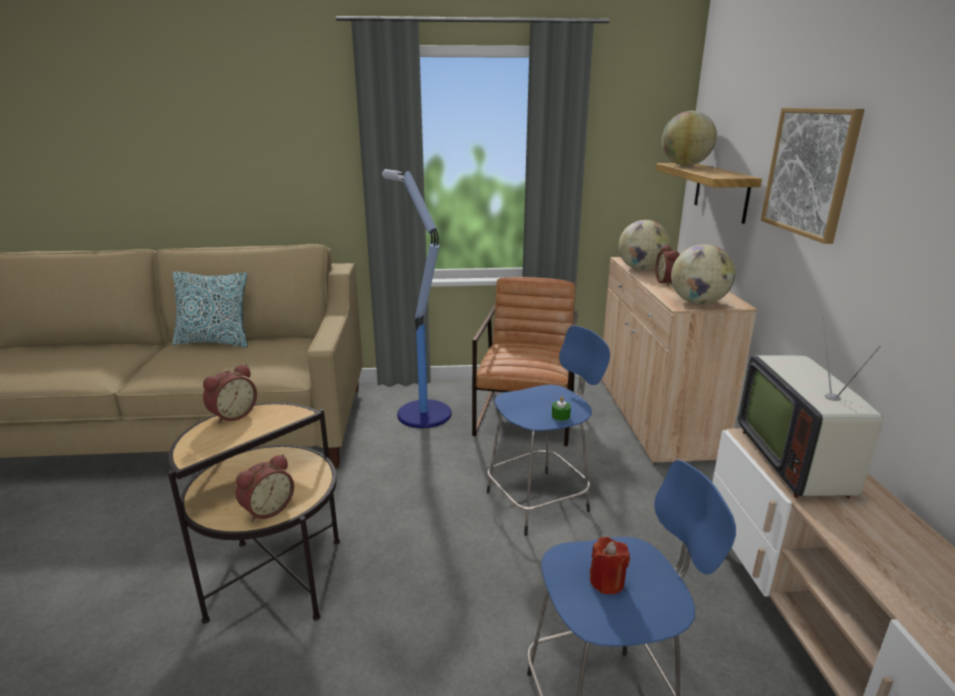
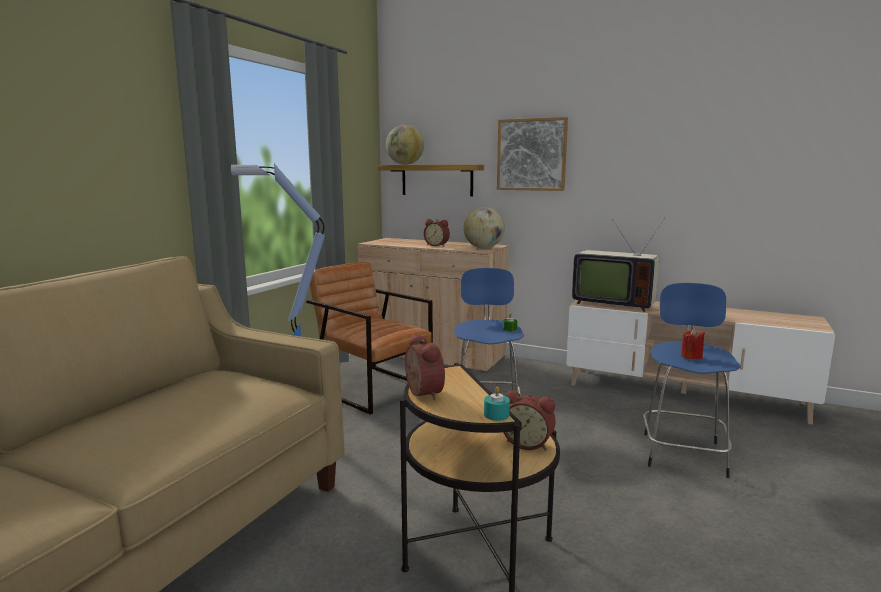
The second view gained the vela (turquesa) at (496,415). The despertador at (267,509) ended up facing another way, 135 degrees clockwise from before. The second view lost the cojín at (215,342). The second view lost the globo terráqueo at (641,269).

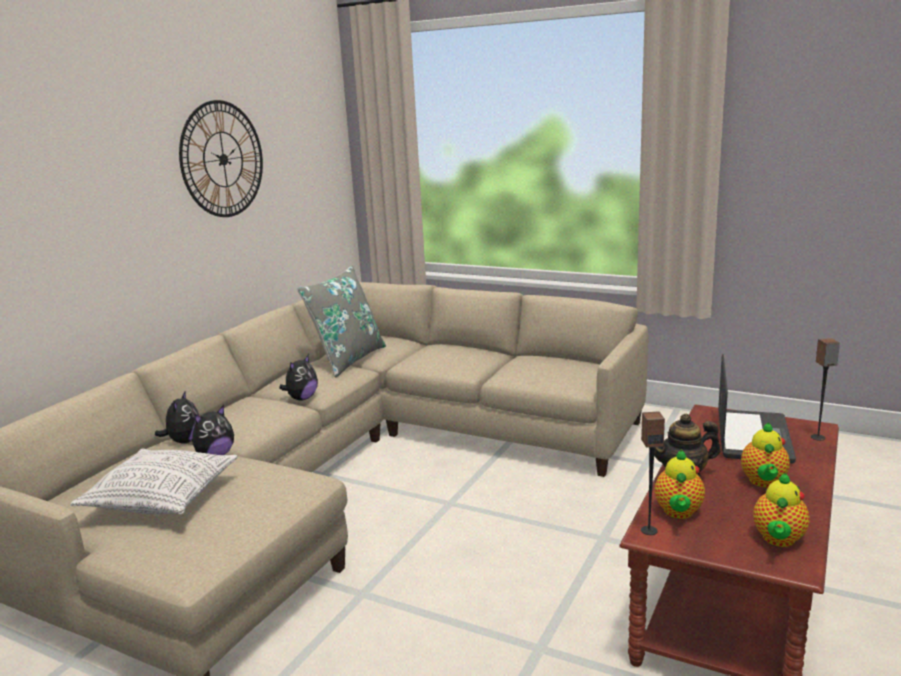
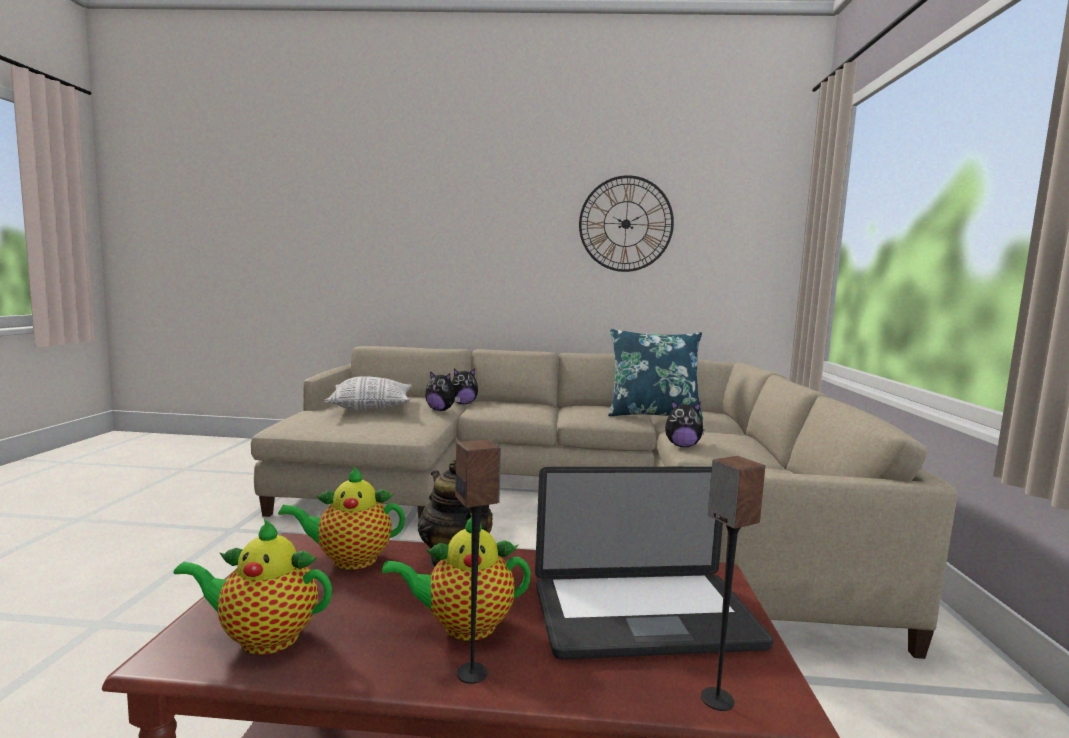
The altavoz ended up elsewhere, having gone from (649,530) to (472,673). What was the cojín (gris) at (348,360) turned into the cojín (azul) at (652,415). The peluche ended up elsewhere, having gone from (302,398) to (682,446).

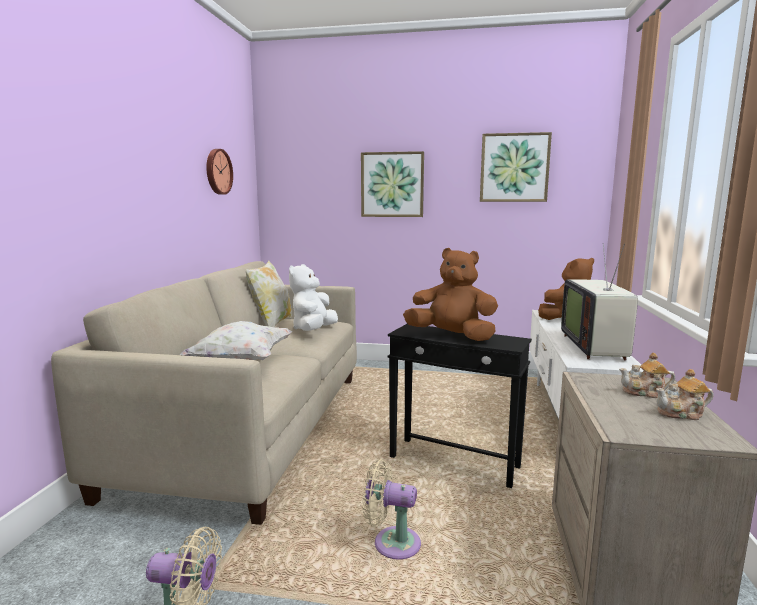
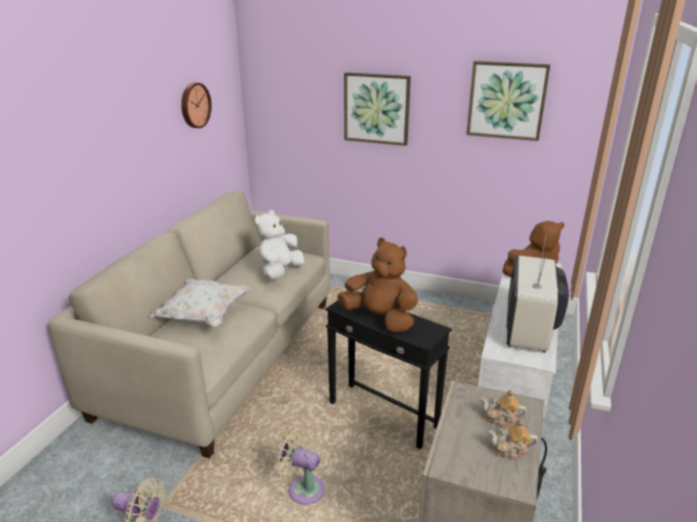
The second view lost the cojín at (271,324).

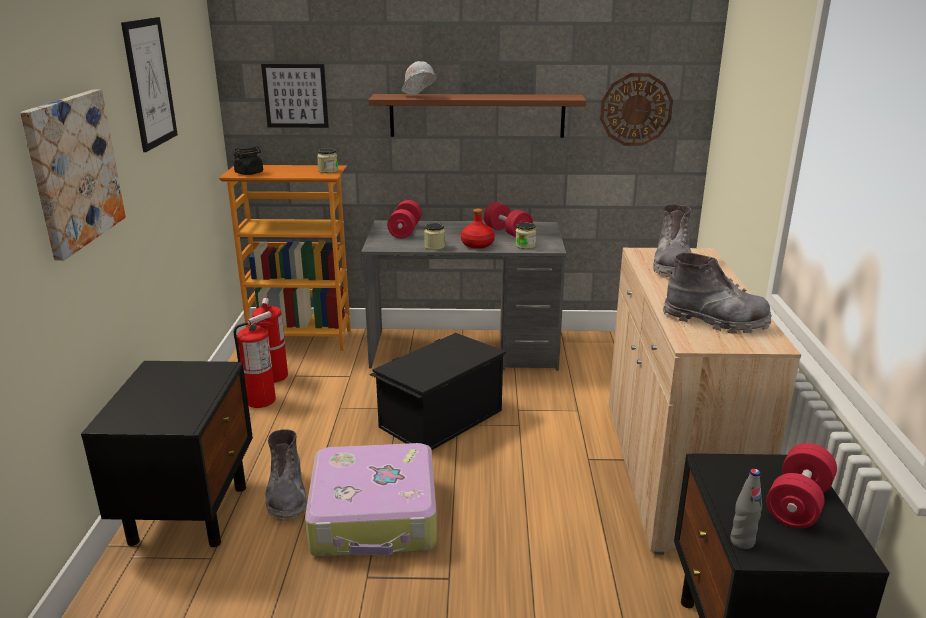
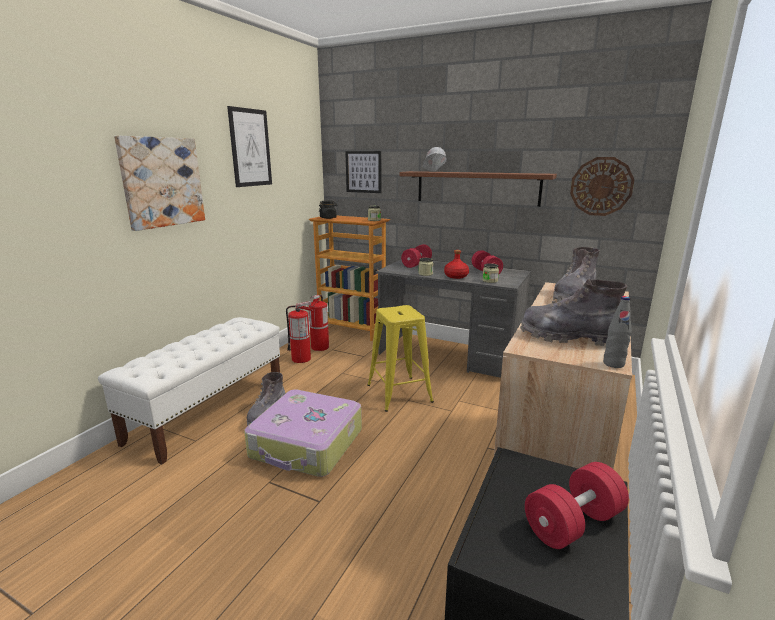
Where the mesita de noche (negro) stood at (190,512), the banco (blanco) came to stand at (209,411). Where the caja de almacenaje (negro) stood at (439,418), the taburete (amarillo) came to stand at (399,393). The bota (gris) at (715,321) ended up facing another way, 150 degrees clockwise from before. The botella (gris) ended up elsewhere, having gone from (742,541) to (613,364).

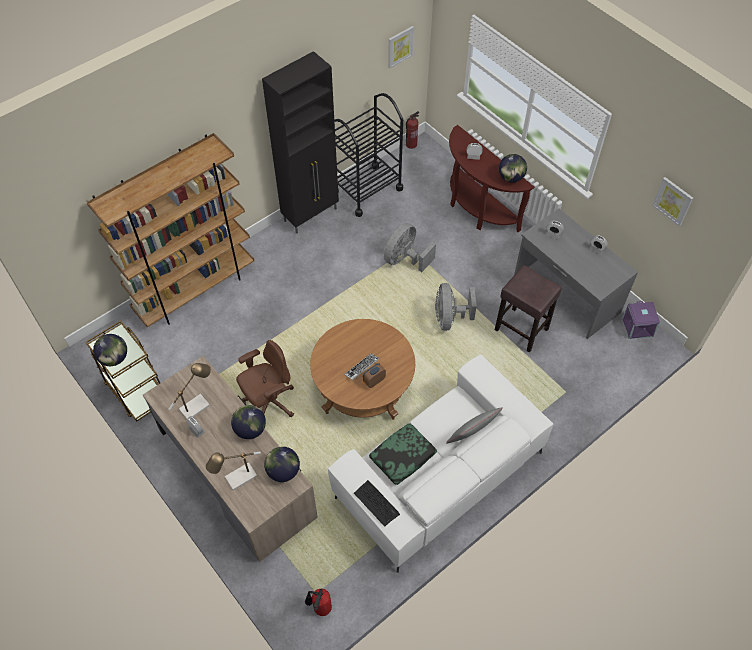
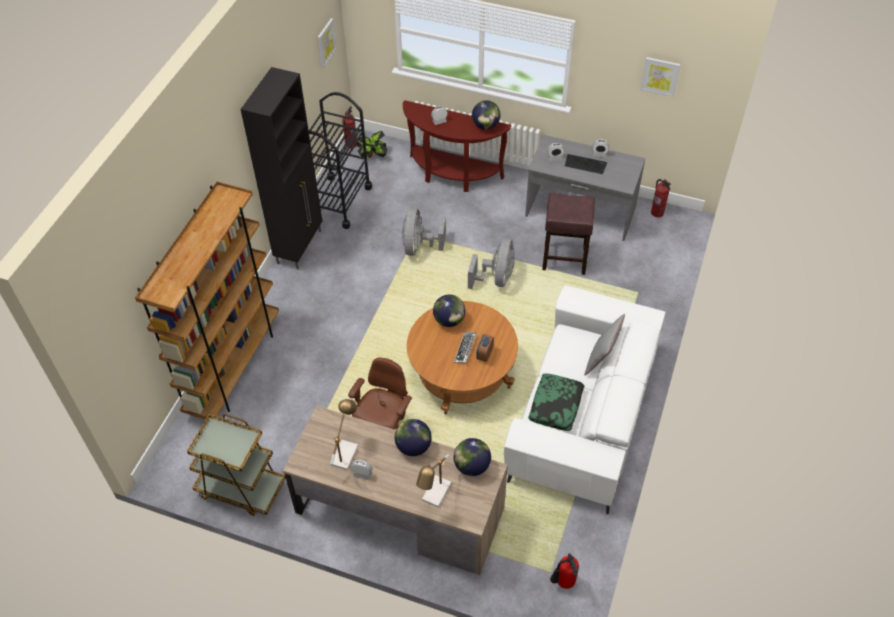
The second view gained the planta en maceta at (373,157). The globo terráqueo ended up elsewhere, having gone from (114,358) to (449,320). The ventilador (gris) at (449,318) ended up facing another way, 135 degrees counterclockwise from before. The teclado ended up elsewhere, having gone from (376,503) to (585,164). Where the caja de almacenaje (morado) stood at (638,327), the extintor came to stand at (657,212).

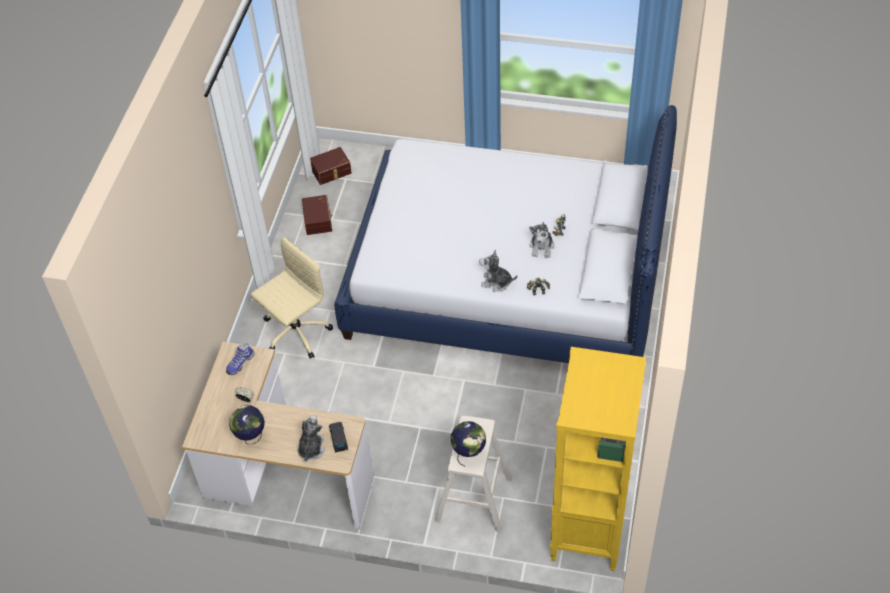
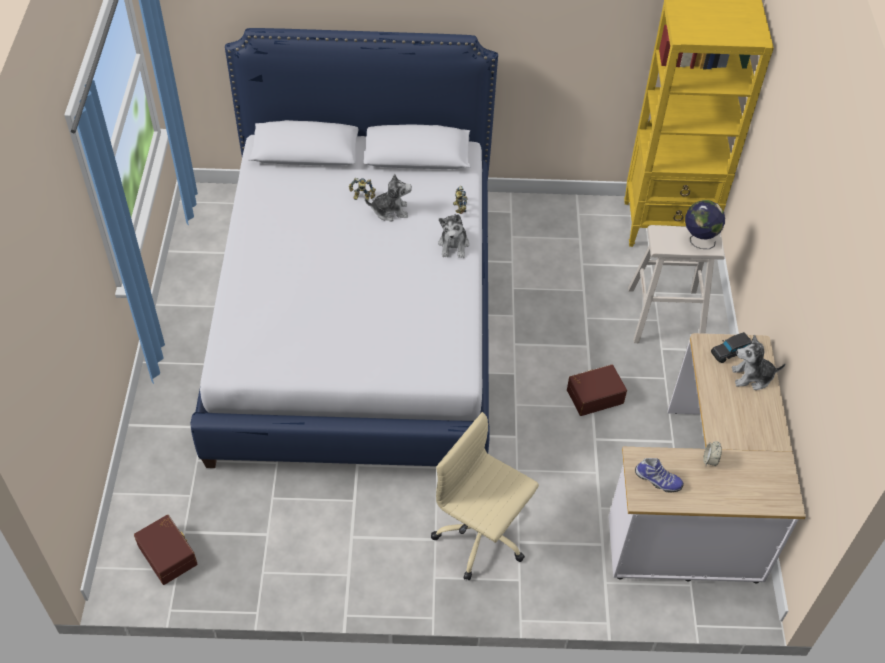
The caja de almacenaje (marrón) ended up elsewhere, having gone from (318,220) to (594,395). The second view lost the globo terráqueo at (251,437).

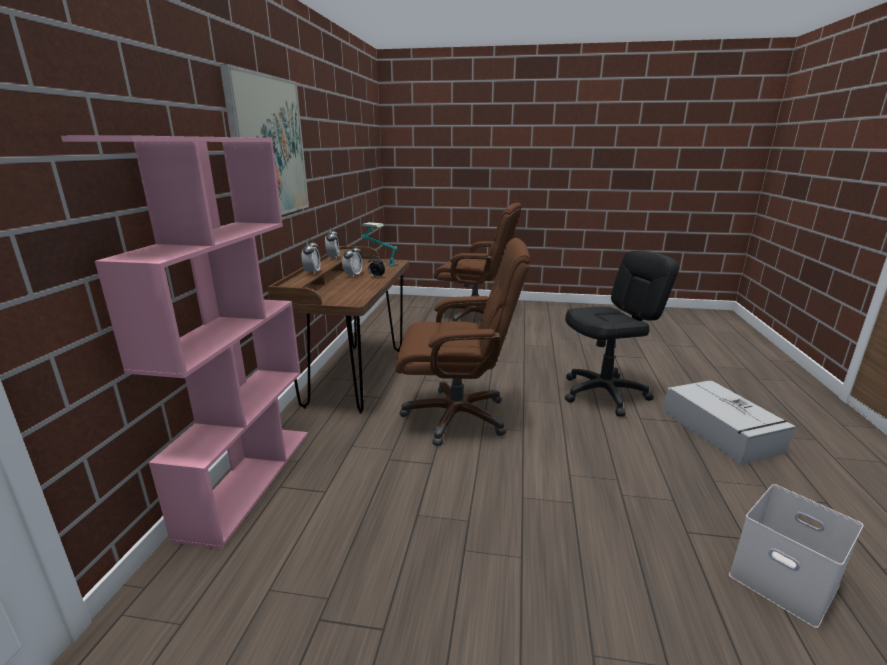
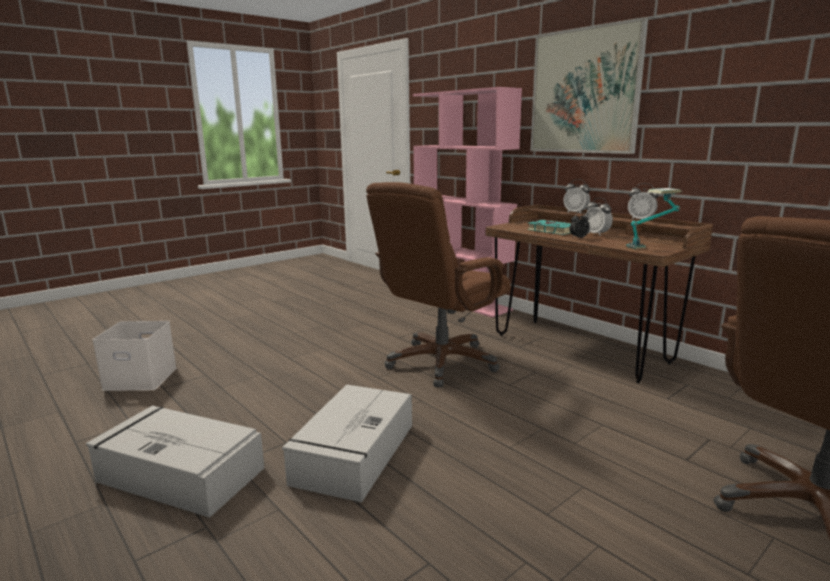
Where the silla de oficina (negro) stood at (604,394), the caja de almacenaje (gris) came to stand at (353,454). The second view gained the libro (turquesa) at (551,230).

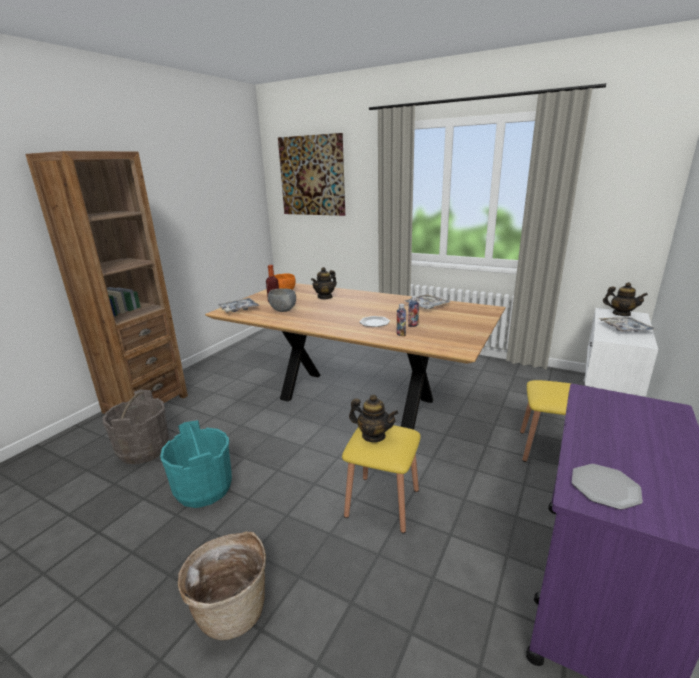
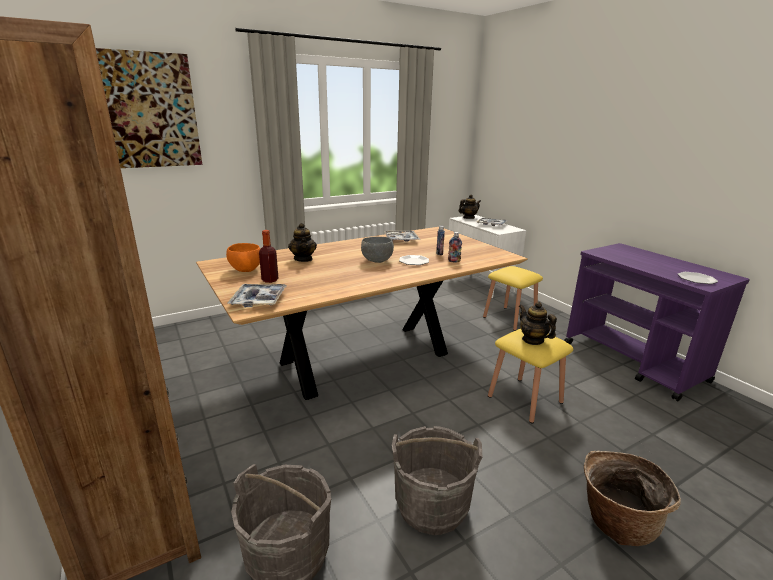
The cuenco (gris) ended up elsewhere, having gone from (283,310) to (377,261). What was the cubo (turquesa) at (203,488) turned into the cubo (gris) at (431,506). The tetera at (373,436) ended up facing another way, 90 degrees counterclockwise from before.

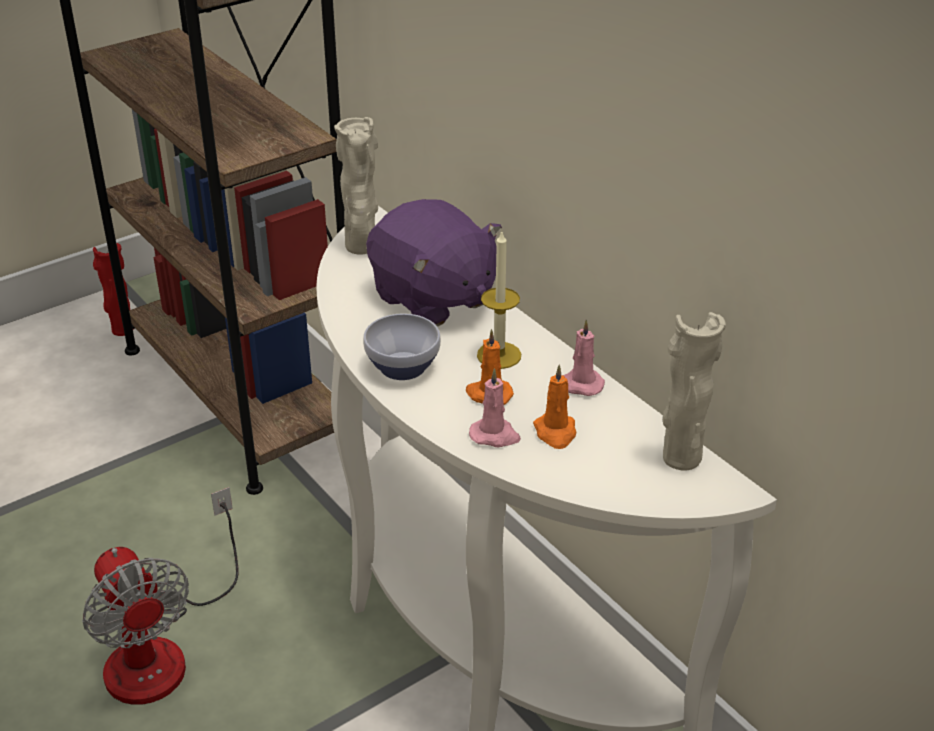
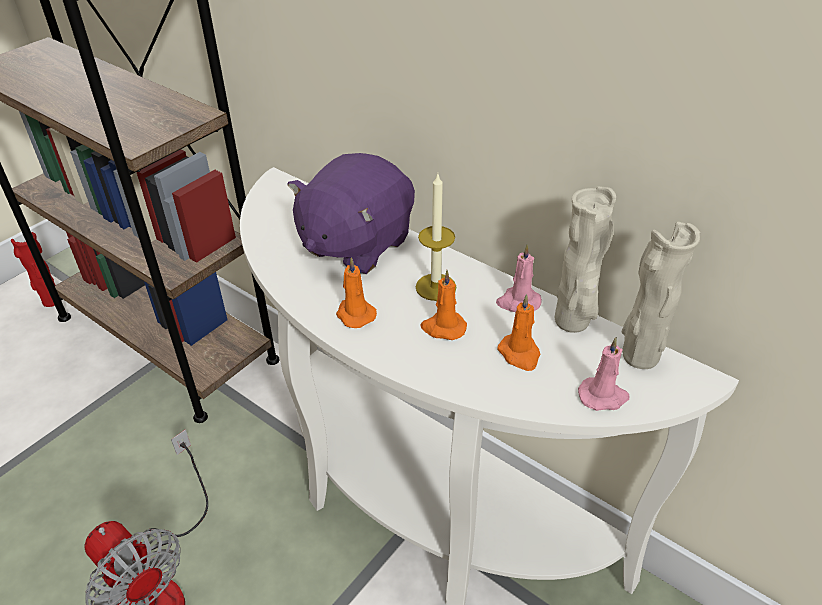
The peluche (morado) at (433,299) ended up facing another way, 90 degrees clockwise from before. Where the cuenco stood at (404,366), the vela (naranja) came to stand at (354,314). The florero (beis) ended up elsewhere, having gone from (361,248) to (573,323). The vela (rosa) ended up elsewhere, having gone from (495,435) to (603,396).

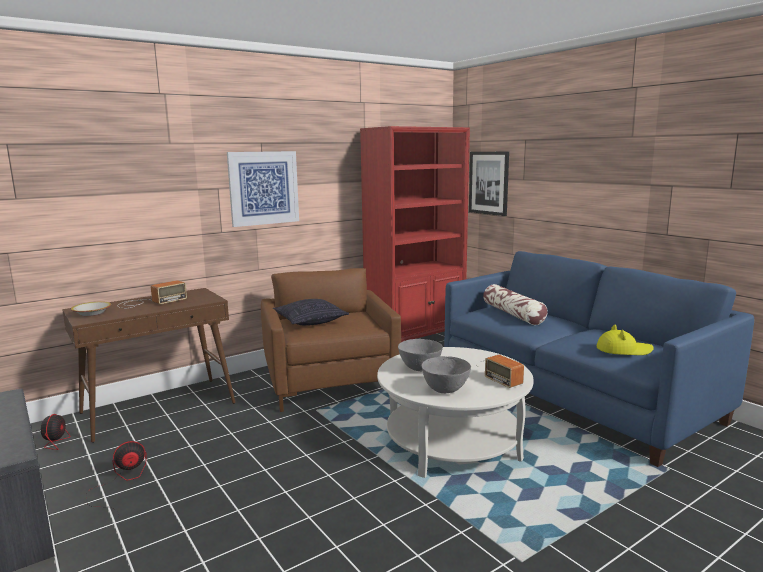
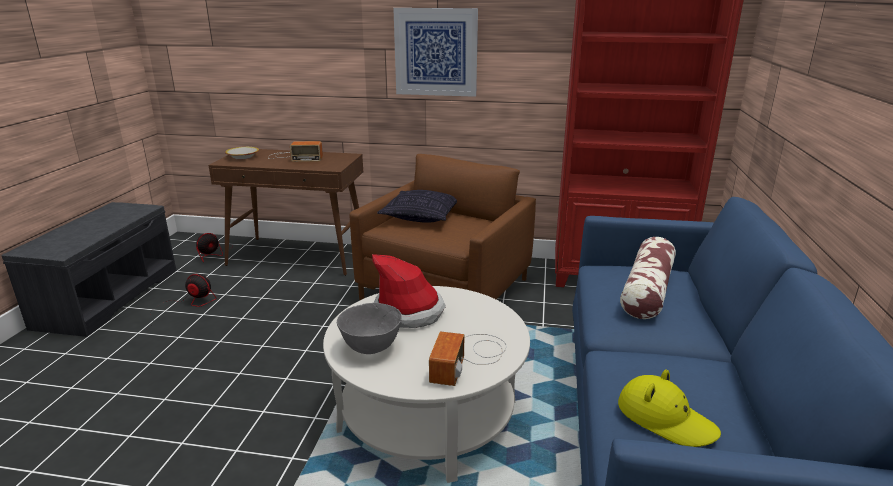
Where the cuenco (gris) stood at (420,369), the sombrero came to stand at (408,312). The second view lost the cuadro at (489,183).

